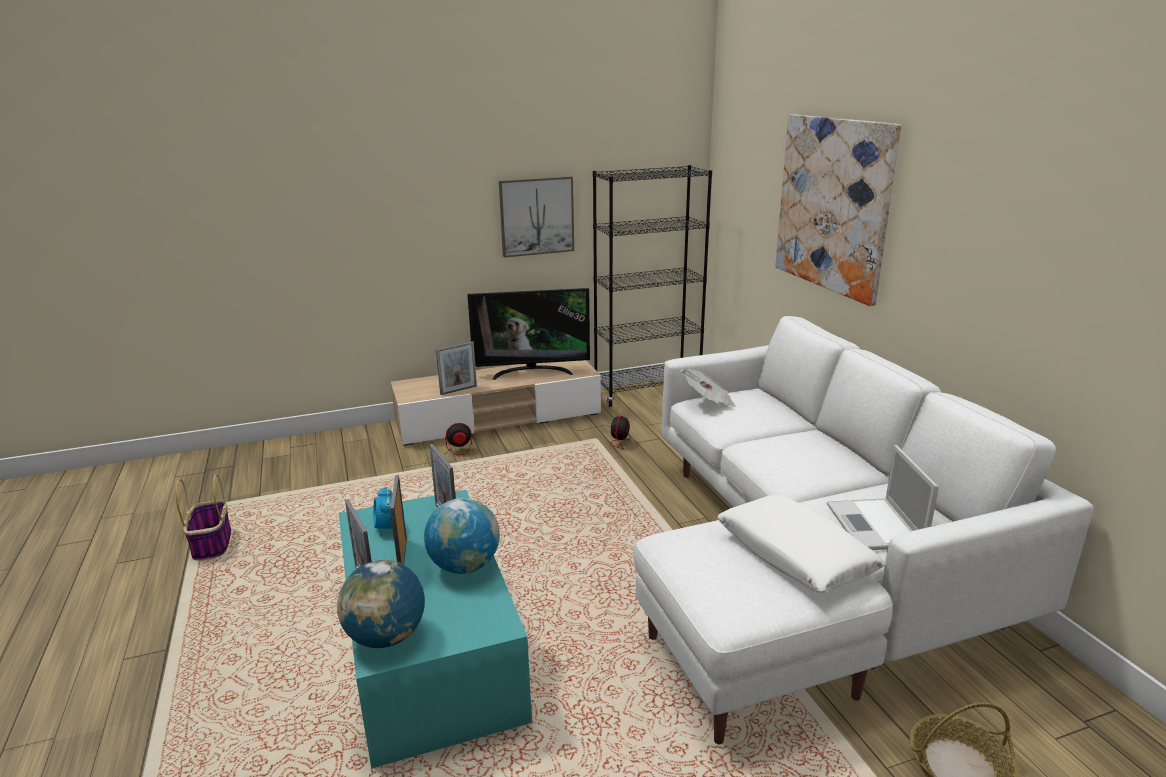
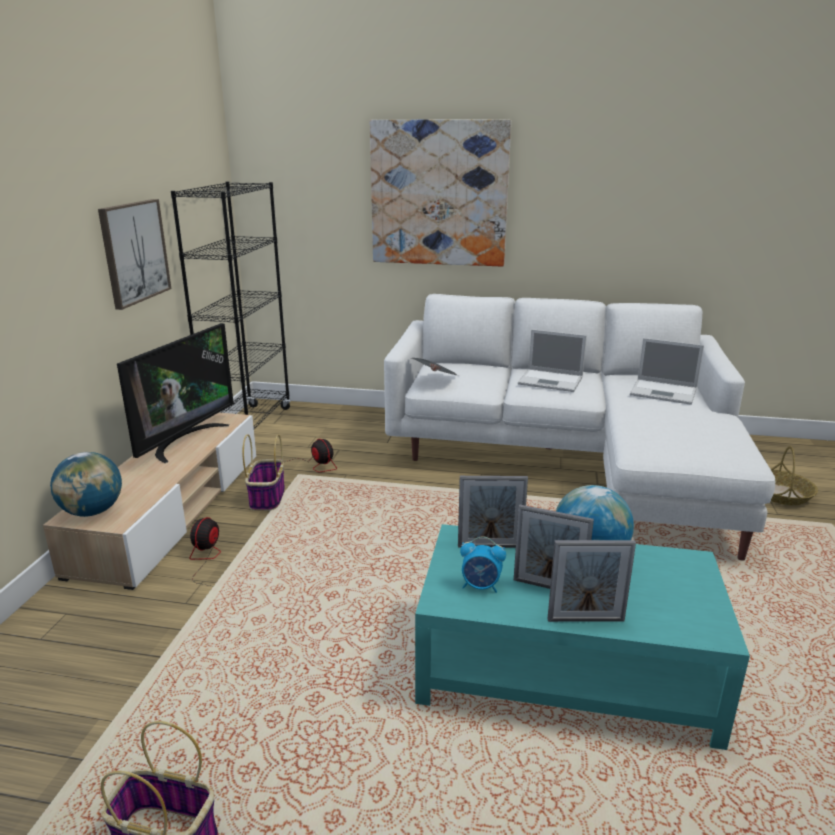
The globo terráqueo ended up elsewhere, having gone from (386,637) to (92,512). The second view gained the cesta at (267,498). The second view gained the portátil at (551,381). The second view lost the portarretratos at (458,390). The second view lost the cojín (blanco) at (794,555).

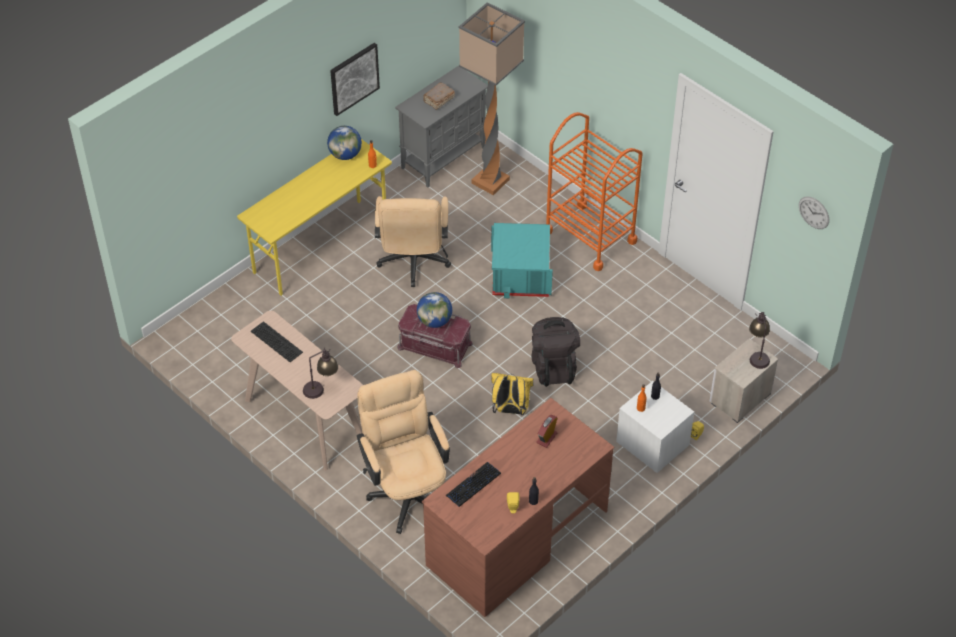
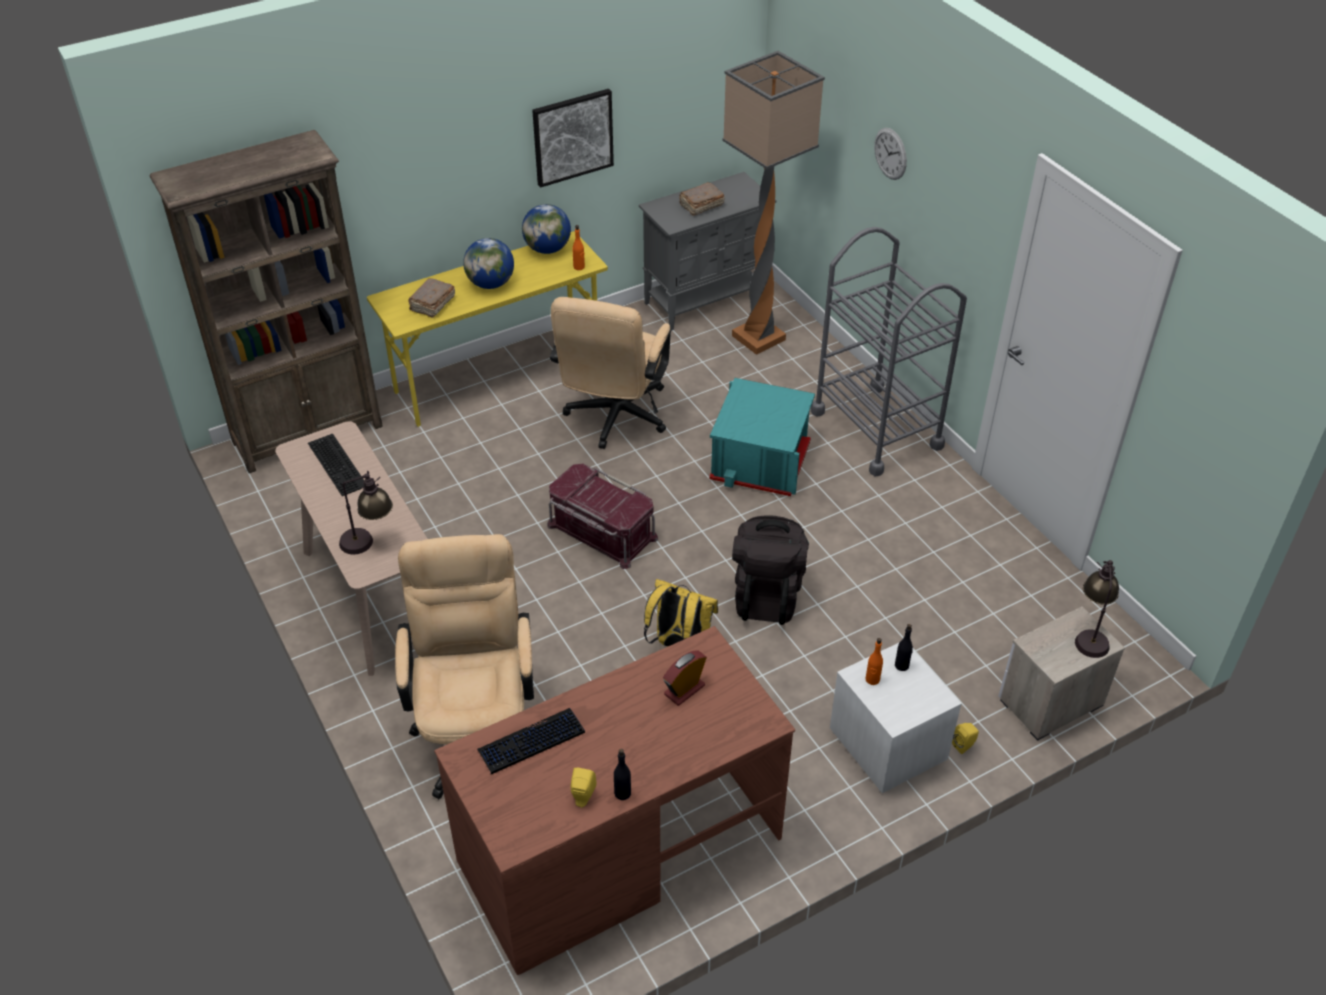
The second view gained the estantería (marrón) at (308,433). The second view gained the libro (marrón) at (432,304). The globo terráqueo ended up elsewhere, having gone from (434,321) to (490,284). What was the carrito (naranja) at (590,236) turned into the carrito (gris) at (876,429). The reloj de pared ended up elsewhere, having gone from (814,212) to (890,153).

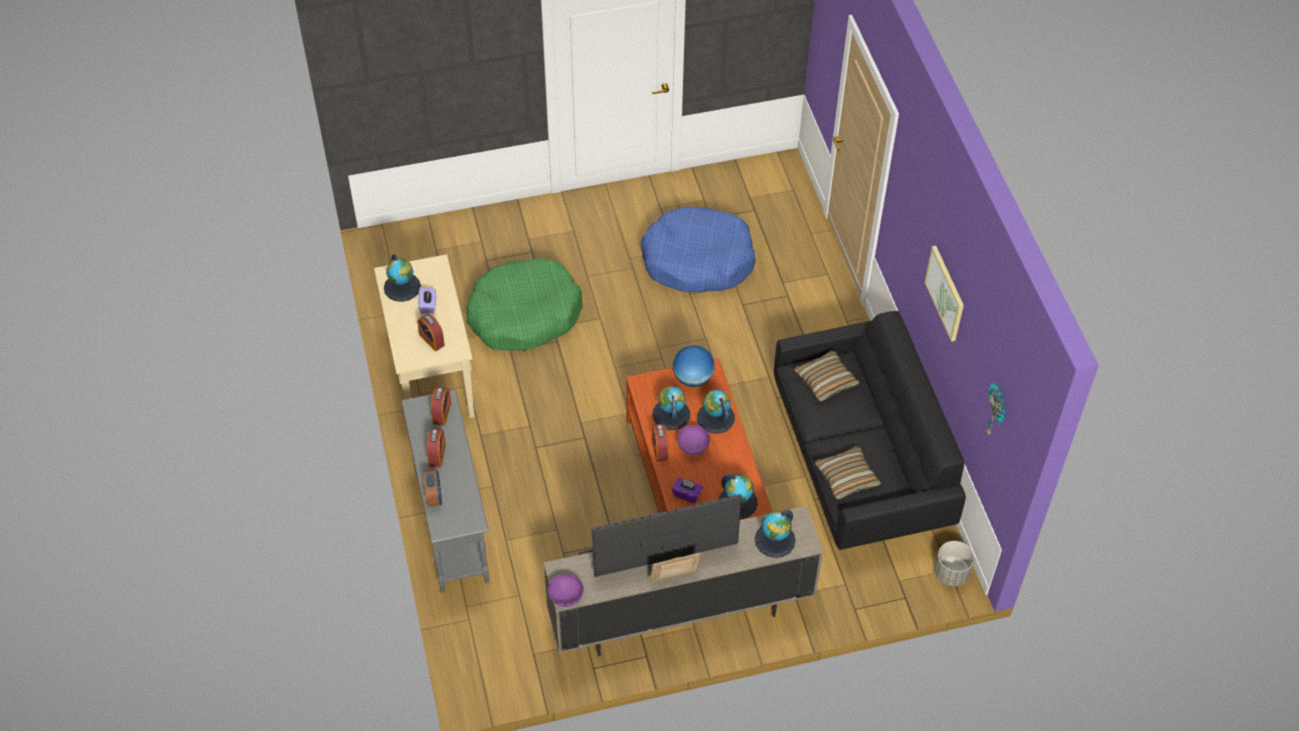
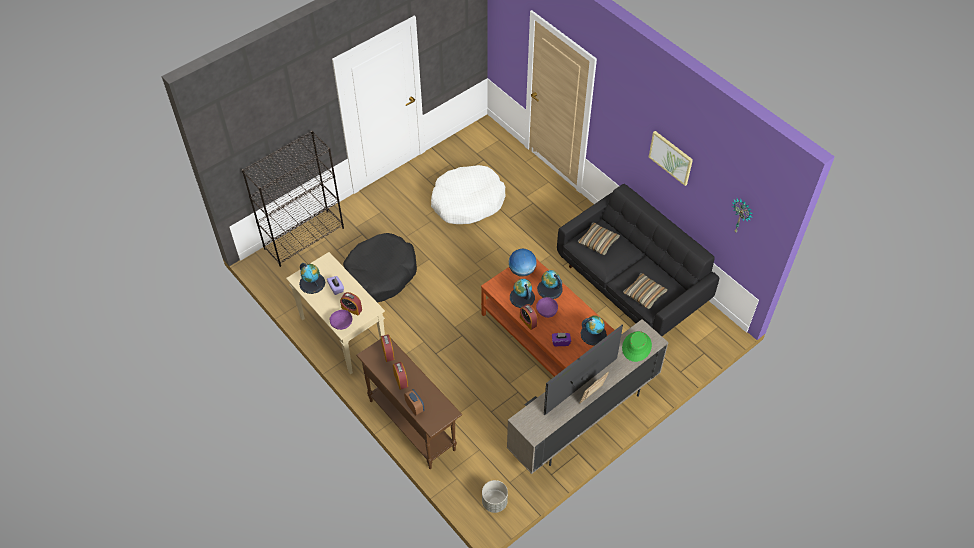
The second view gained the estantería (negro) at (304,238). The cuenco (morado) ended up elsewhere, having gone from (565,596) to (341,324). What was the cama para perro (verde) at (524,315) turned into the cama para perro (negro) at (380,274). What was the mesa consola (gris) at (452,526) turned into the mesa consola (marrón) at (412,424). What was the cama para perro (azul) at (697,260) turned into the cama para perro (blanco) at (467,202). The maceta (gris) ended up elsewhere, having gone from (951,573) to (494,502). Where the globo terráqueo stood at (775,540), the sombrero (verde) came to stand at (636,347).

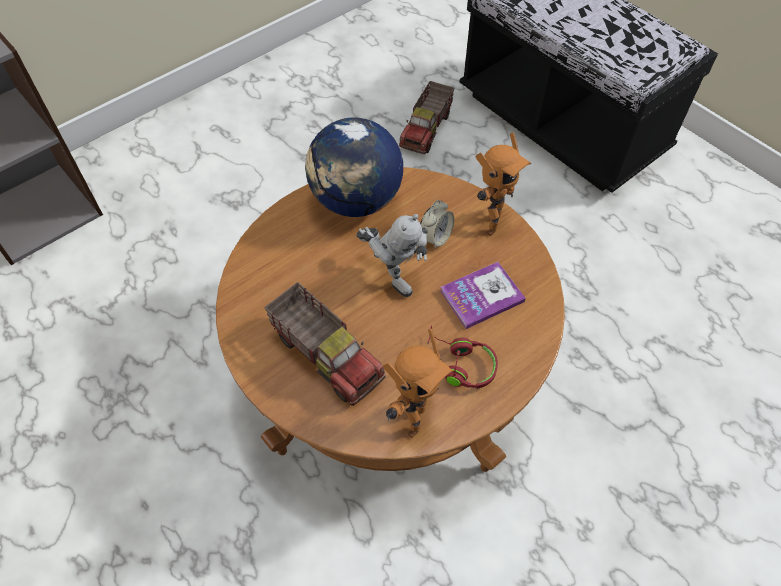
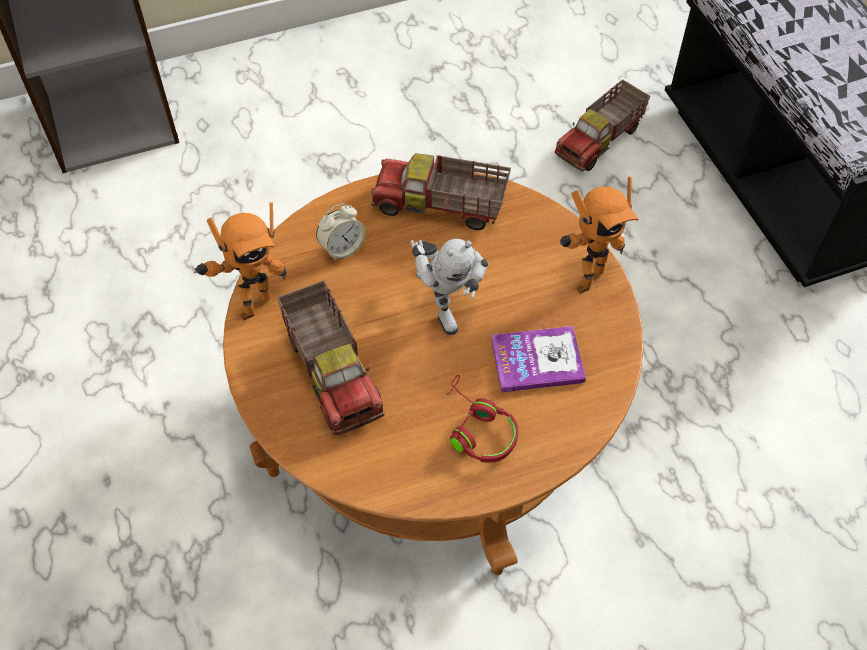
The robot de juguete ended up elsewhere, having gone from (411,420) to (252,304). The despertador ended up elsewhere, having gone from (435,238) to (342,248). Where the globo terráqueo stood at (356,201), the camión de juguete came to stand at (440,207).

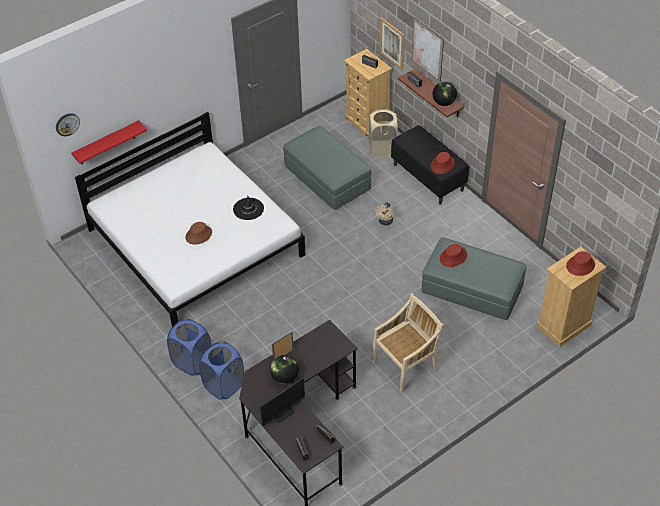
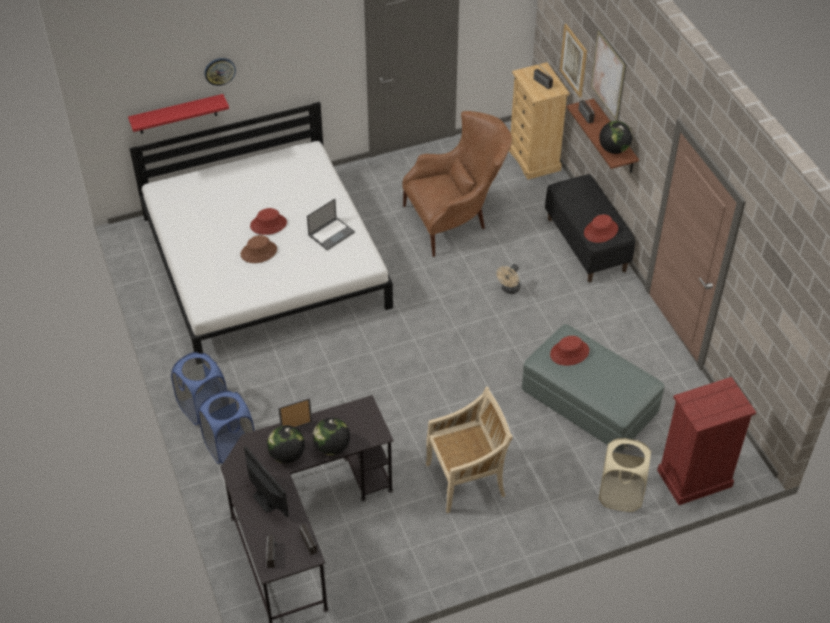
The reloj de pared ended up elsewhere, having gone from (67,124) to (219,71). The monitor at (282,413) ended up facing another way, 105 degrees counterclockwise from before. The sombrero (rojo) ended up elsewhere, having gone from (580,265) to (268,224). Where the sombrero (negro) stood at (248,209), the portátil came to stand at (331,233). The second view gained the globo terráqueo at (332,447). Where the puf (gris) stood at (327,179), the sillón (marrón) came to stand at (456,219). The cesto de la ropa (beis) ended up elsewhere, having gone from (382,149) to (620,494). What was the cómoda (beis) at (563,326) turned into the cómoda (rojo) at (694,479).

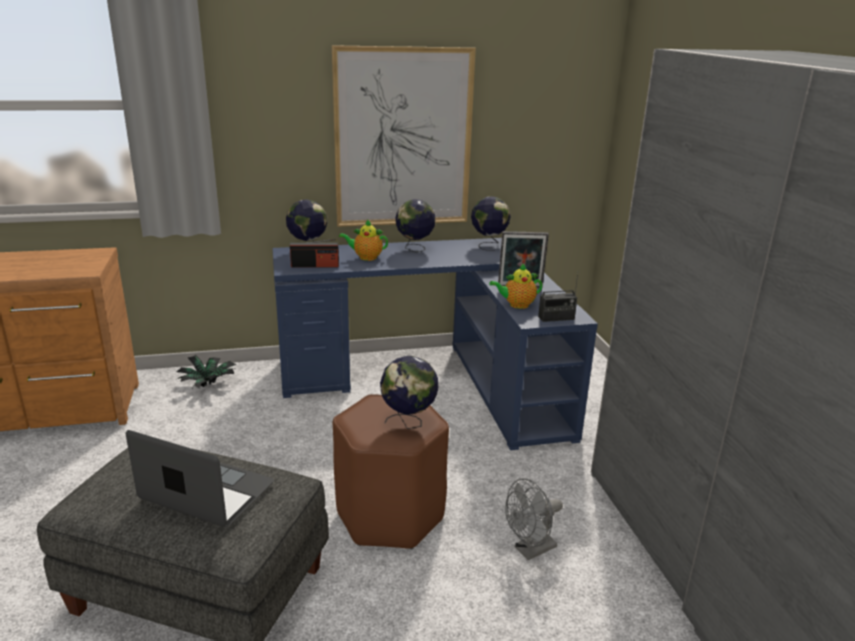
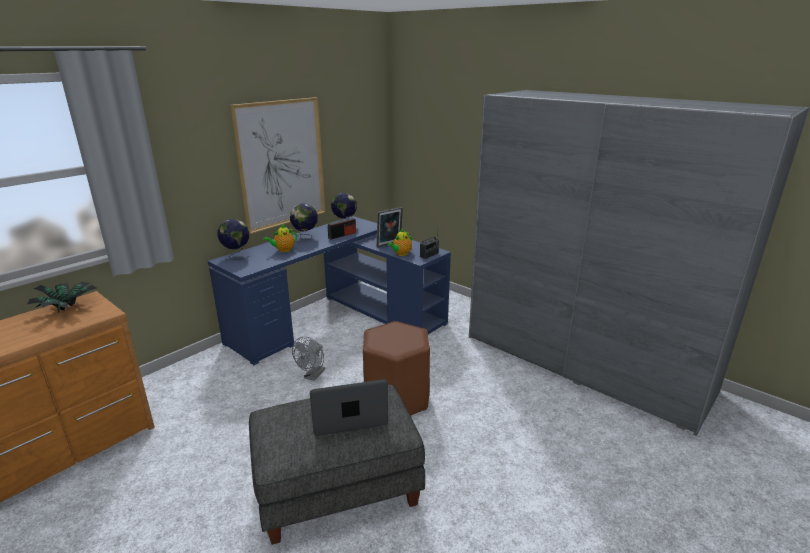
The planta en maceta ended up elsewhere, having gone from (208,385) to (68,308). The ventilador (gris) ended up elsewhere, having gone from (530,550) to (312,376). The radio ended up elsewhere, having gone from (315,266) to (342,235). The second view lost the globo terráqueo at (408,423).

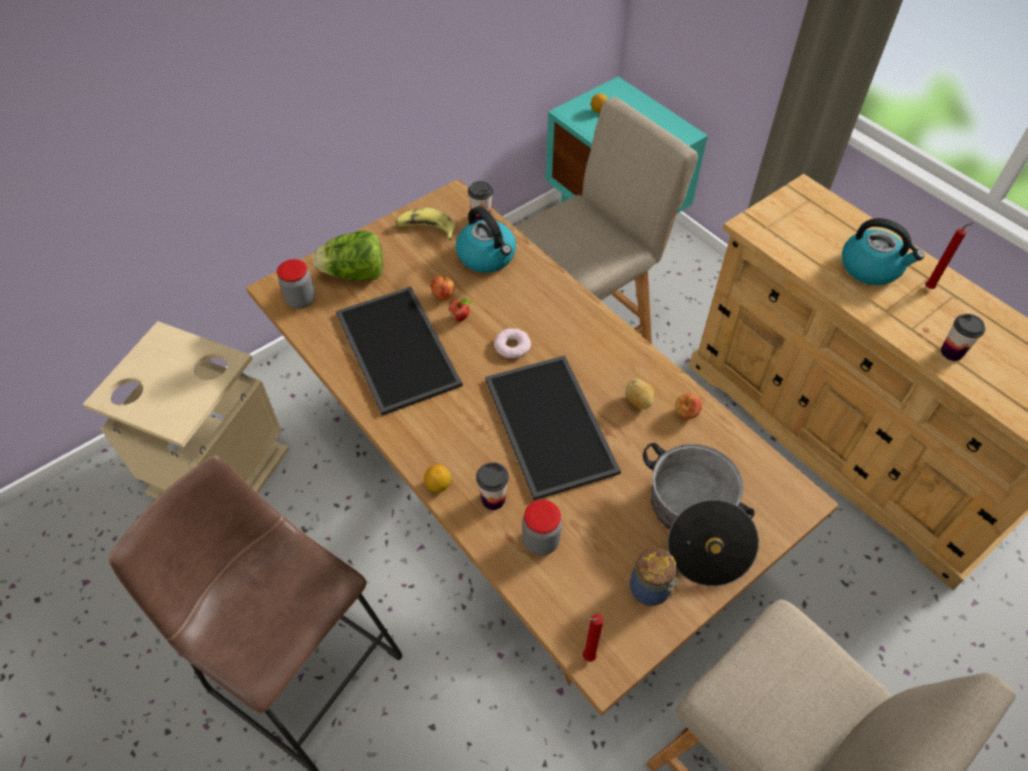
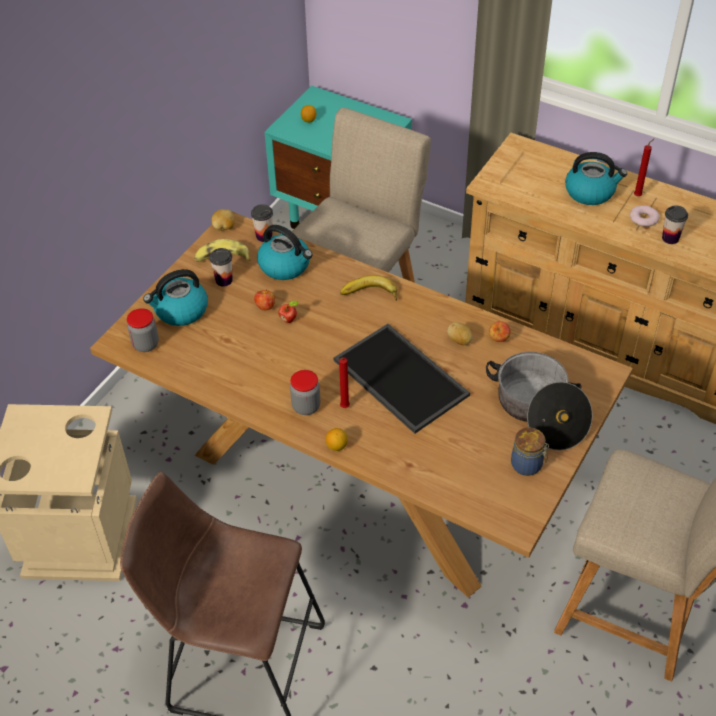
Where the lechuga stood at (354,274), the hervidor came to stand at (180,311). The taza ended up elsewhere, having gone from (493,499) to (224,280). The second view gained the patata at (224,227). The tarro ended up elsewhere, having gone from (541,541) to (306,406). The vela (rojo) ended up elsewhere, having gone from (587,657) to (343,407). The second view gained the plátano at (369,295). The rosquilla ended up elsewhere, having gone from (512,346) to (643,219). The second view lost the bandeja at (394,348).

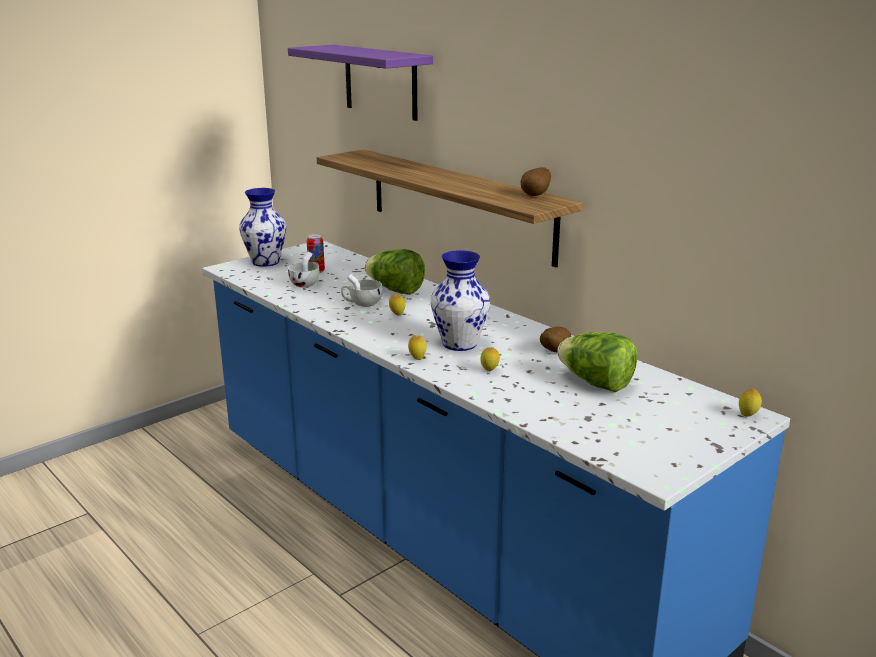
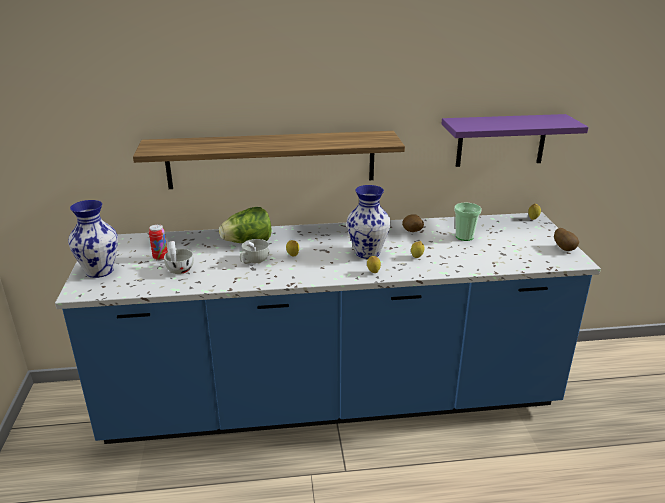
The estante (morado) ended up elsewhere, having gone from (380,82) to (501,140). Where the lechuga stood at (596,383), the taza came to stand at (464,237). The patata ended up elsewhere, having gone from (536,195) to (565,248).

